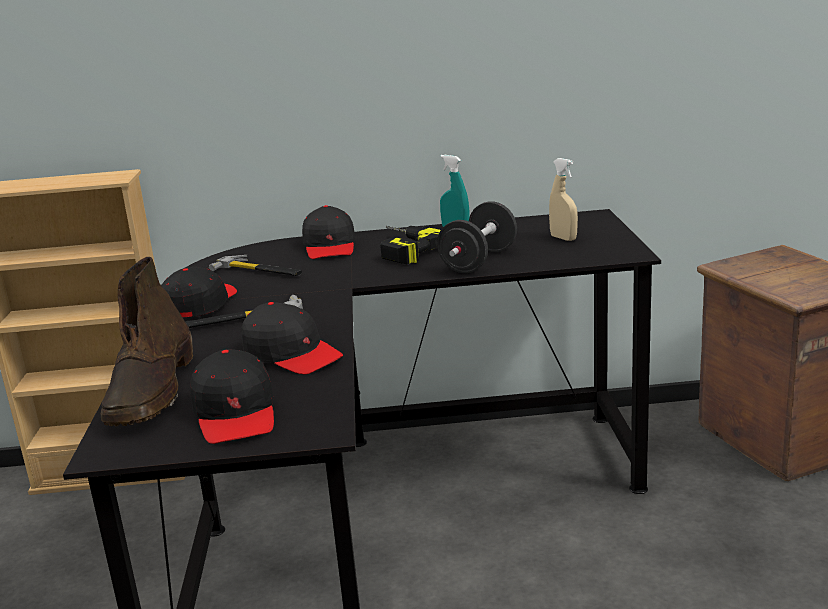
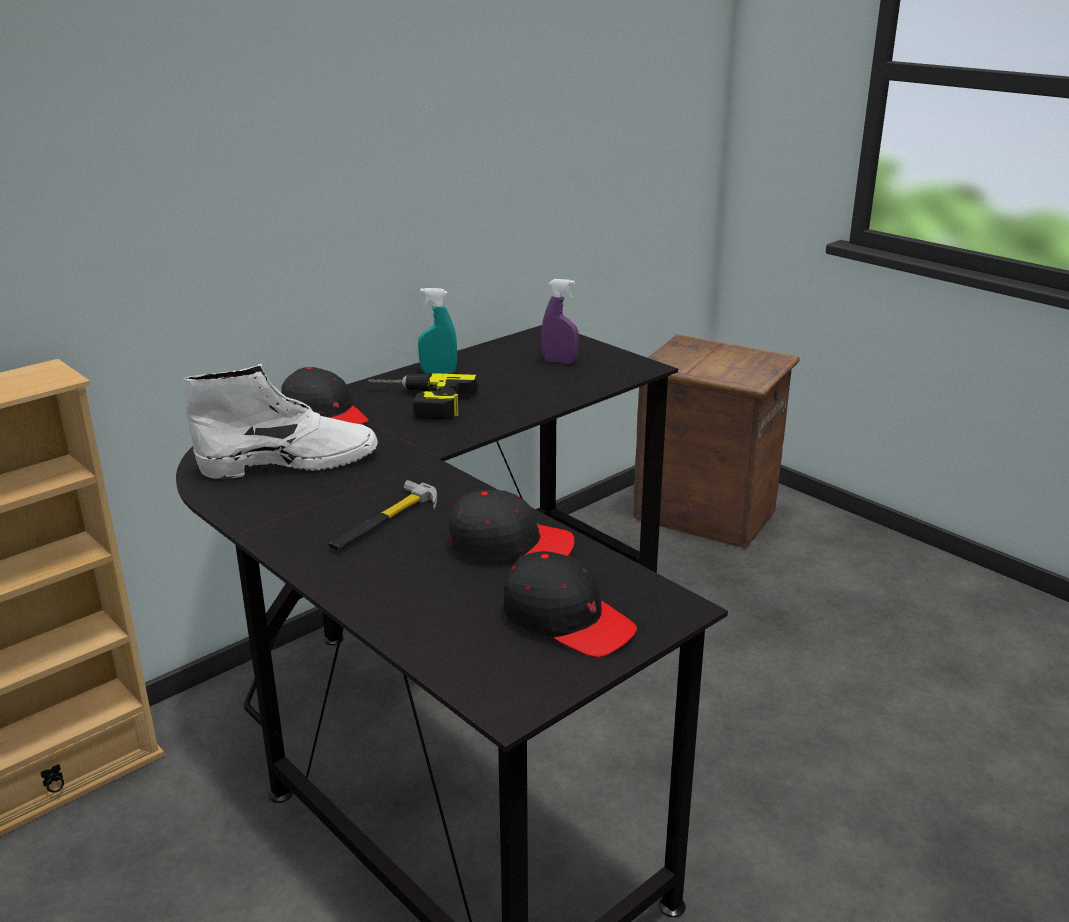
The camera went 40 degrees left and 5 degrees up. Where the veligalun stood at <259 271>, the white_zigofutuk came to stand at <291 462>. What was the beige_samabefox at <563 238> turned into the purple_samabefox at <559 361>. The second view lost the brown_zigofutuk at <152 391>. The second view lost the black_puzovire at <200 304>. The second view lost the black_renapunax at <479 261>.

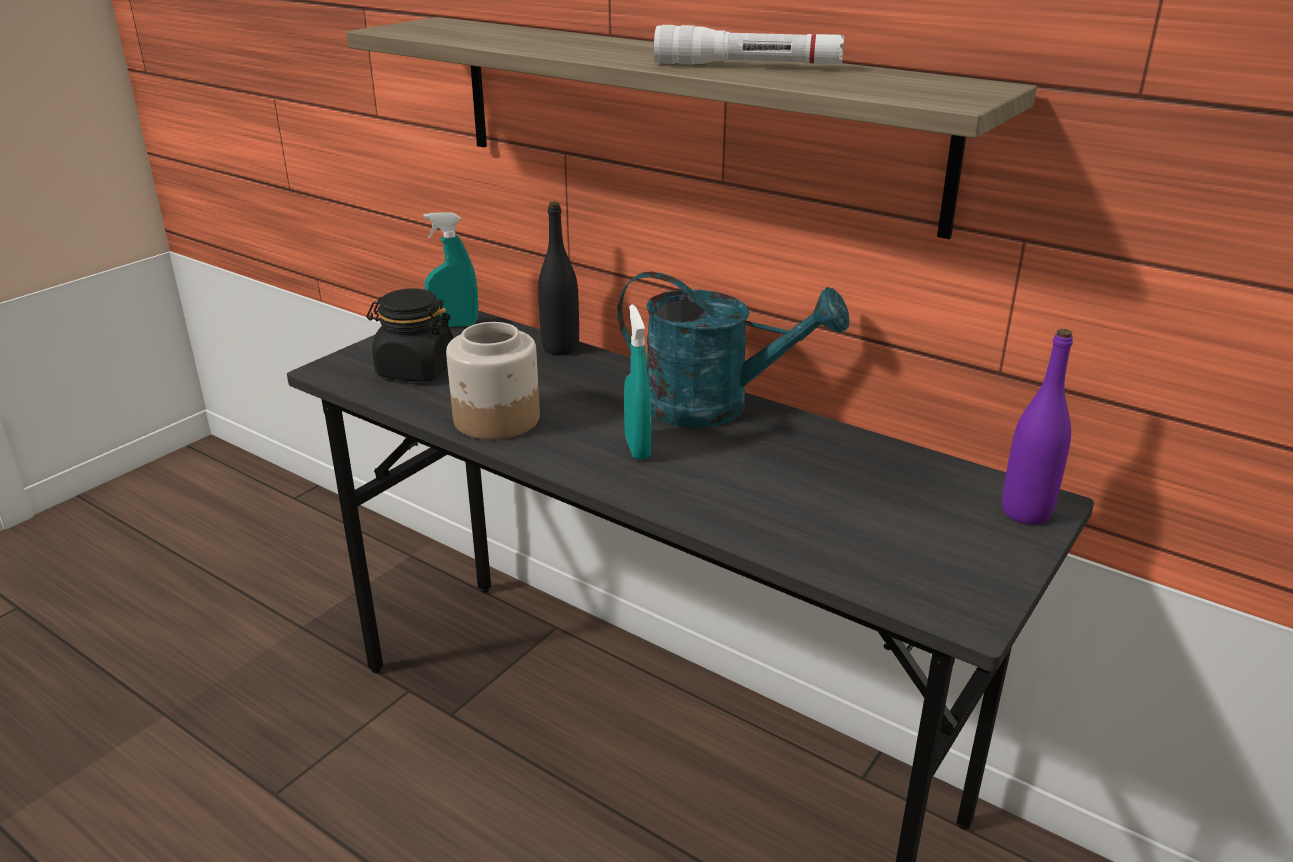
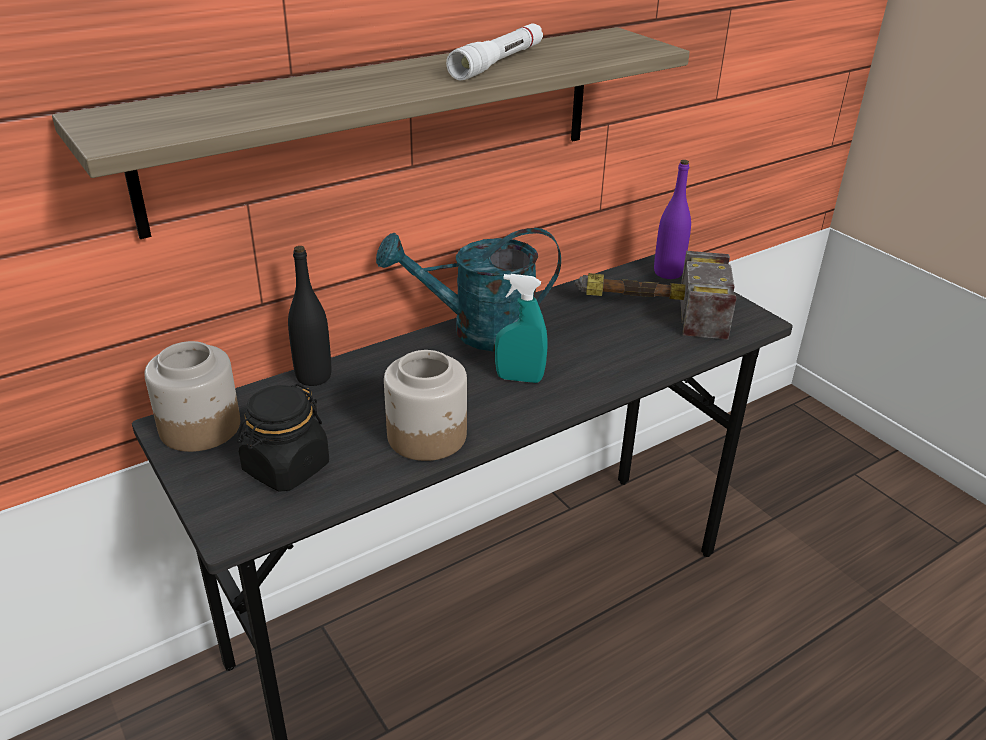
The camera went 70 degrees left and 5 degrees up. Where the turquoise_samabefox stood at <454 325>, the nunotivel came to stand at <199 427>. The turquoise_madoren at <715 407> ended up facing another way, 135 degrees counterclockwise from before. The second view gained the veligalun at <648 308>.

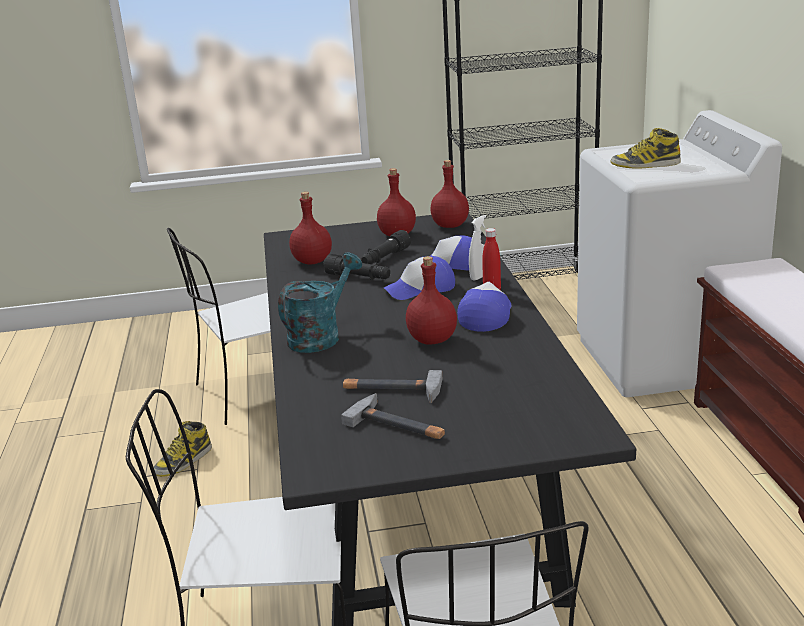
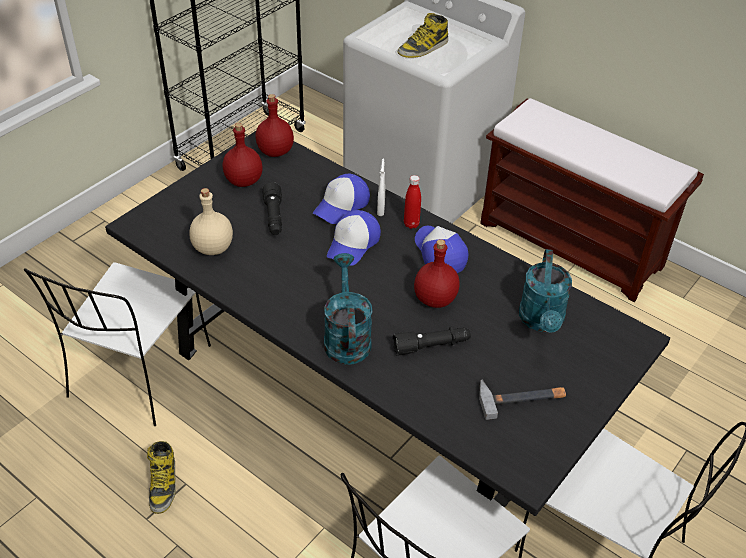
The camera went 45 degrees left and 20 degrees up. What was the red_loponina at <312 261> turned into the beige_loponina at <212 247>. The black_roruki ended up elsewhere, having gone from <358 278> to <431 346>. The second view gained the turquoise_madoren at <542 322>. The second view lost the veligalun at <391 390>.

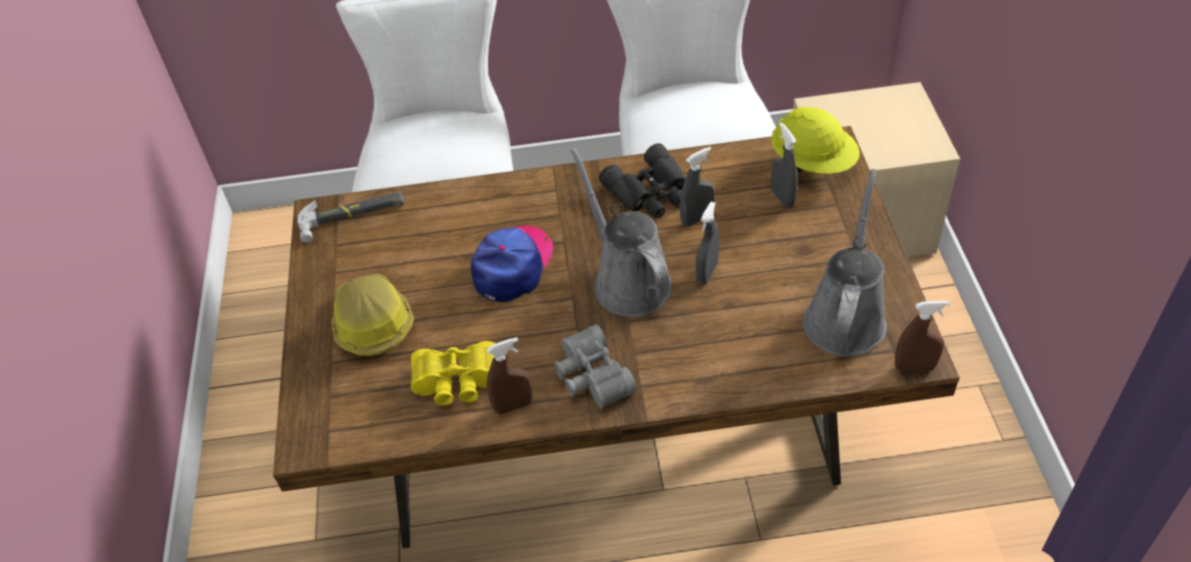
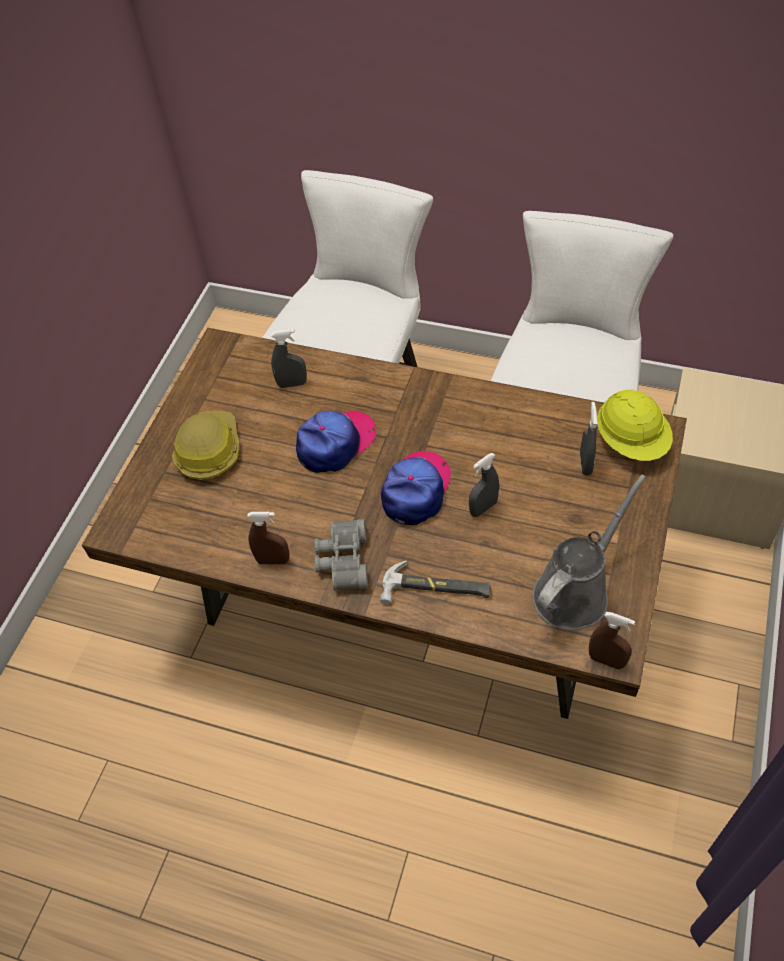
The camera went 25 degrees right and 5 degrees up. The grey_samabefox ended up elsewhere, having gone from <697 219> to <292 384>. The veligalun ended up elsewhere, having gone from <352 215> to <436 589>. Where the grey_madoren stood at <627 280>, the puzovire came to stand at <416 490>. The second view lost the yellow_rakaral at <458 384>. The second view lost the black_rakaral at <651 192>.

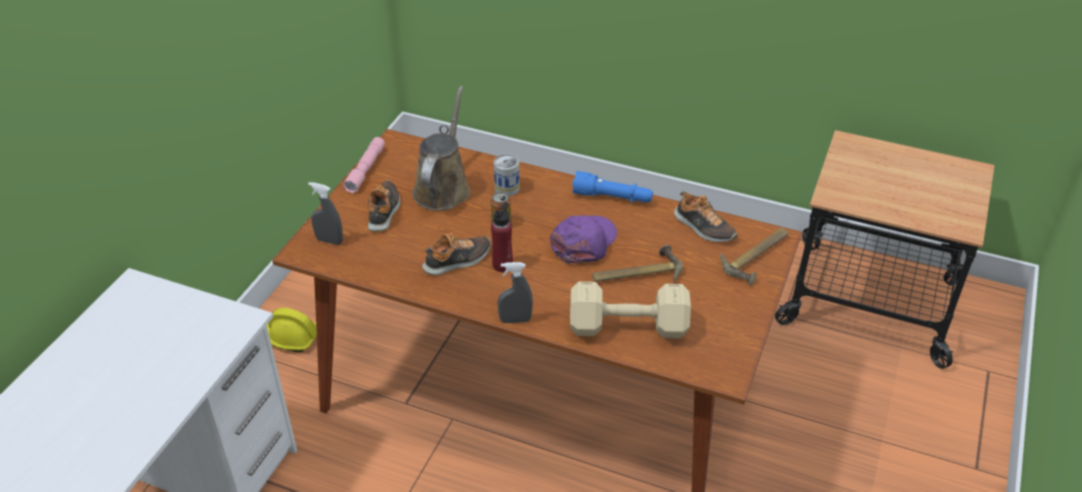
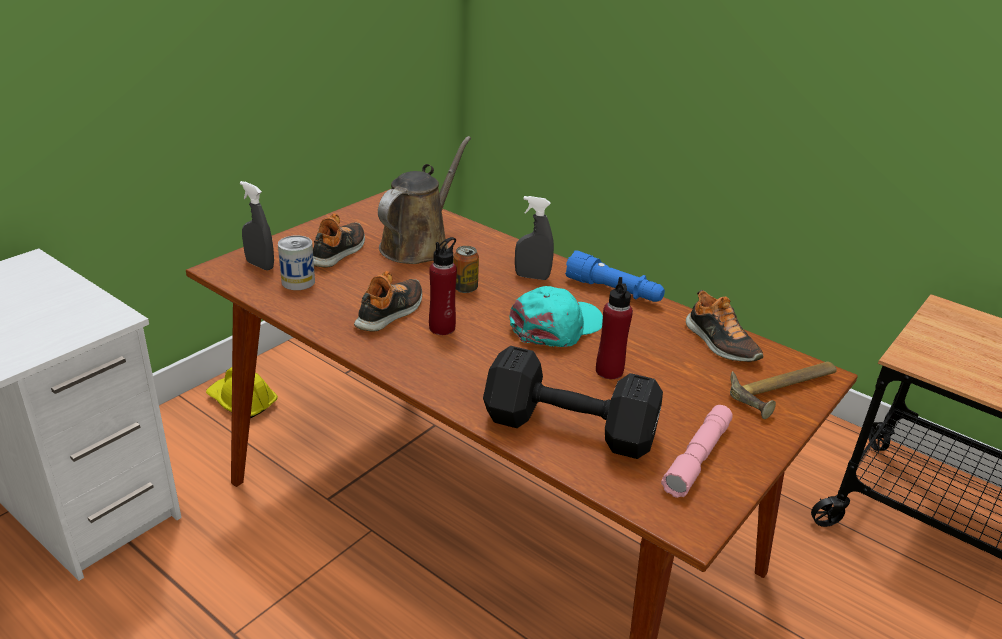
The camera went 15 degrees right and 10 degrees down. The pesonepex ended up elsewhere, having gone from <507 188> to <298 282>. The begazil at <458 261> ended up facing another way, 45 degrees counterclockwise from before. What was the beige_renapunax at <630 327> turned into the black_renapunax at <572 430>. What was the purple_puzovire at <584 242> turned into the turquoise_puzovire at <556 326>. The grey_samabefox ended up elsewhere, having gone from <515 320> to <532 277>. Where the veligalun stood at <636 272>, the red_loponina came to stand at <609 371>. The pink_roruki ended up elsewhere, having gone from <365 170> to <697 458>.

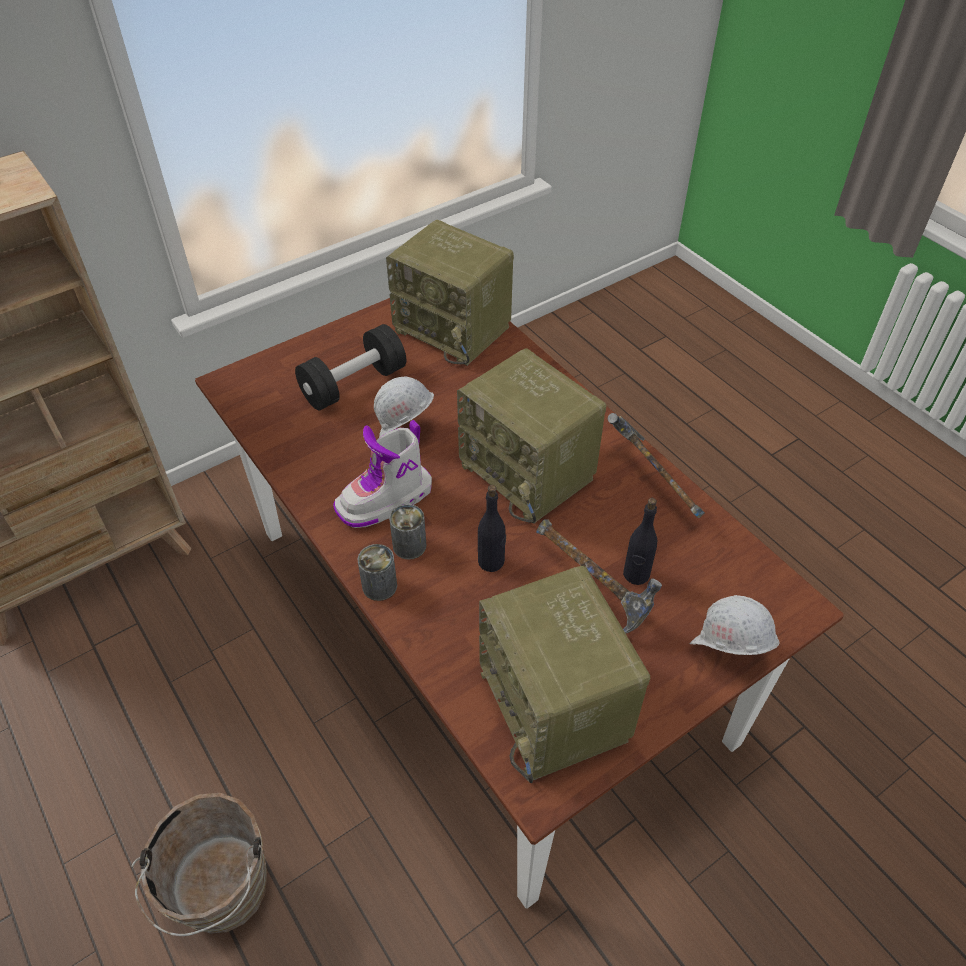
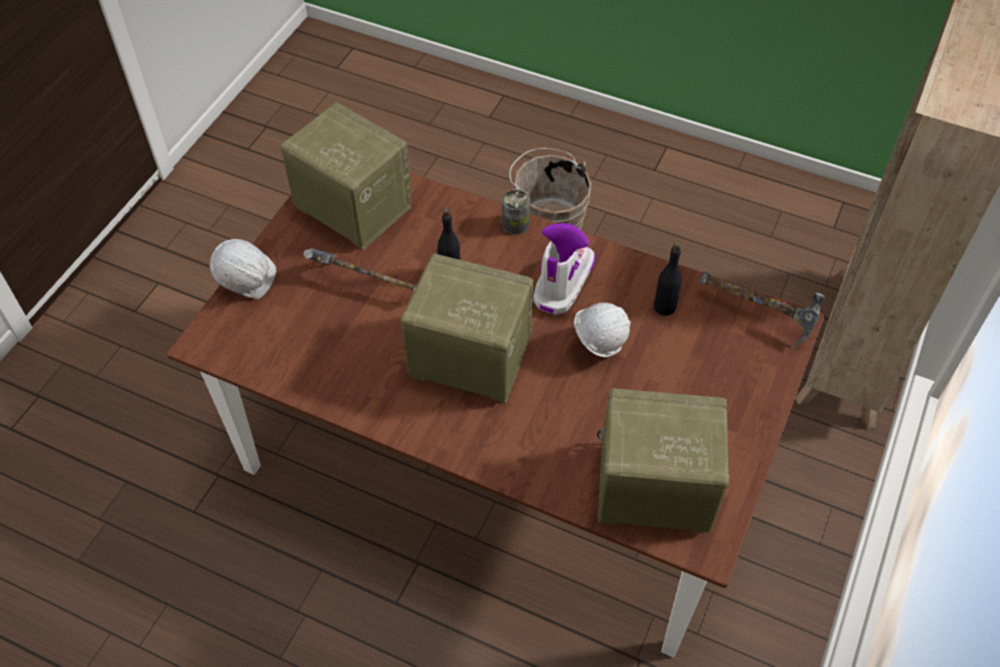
The camera went 150 degrees right and 5 degrees up. The black_loponina ended up elsewhere, having gone from <636 574> to <664 307>. The veligalun ended up elsewhere, having gone from <651 483> to <756 316>. The second view lost the black_renapunax at <354 384>. The second view lost the pesonepex at <409 545>.

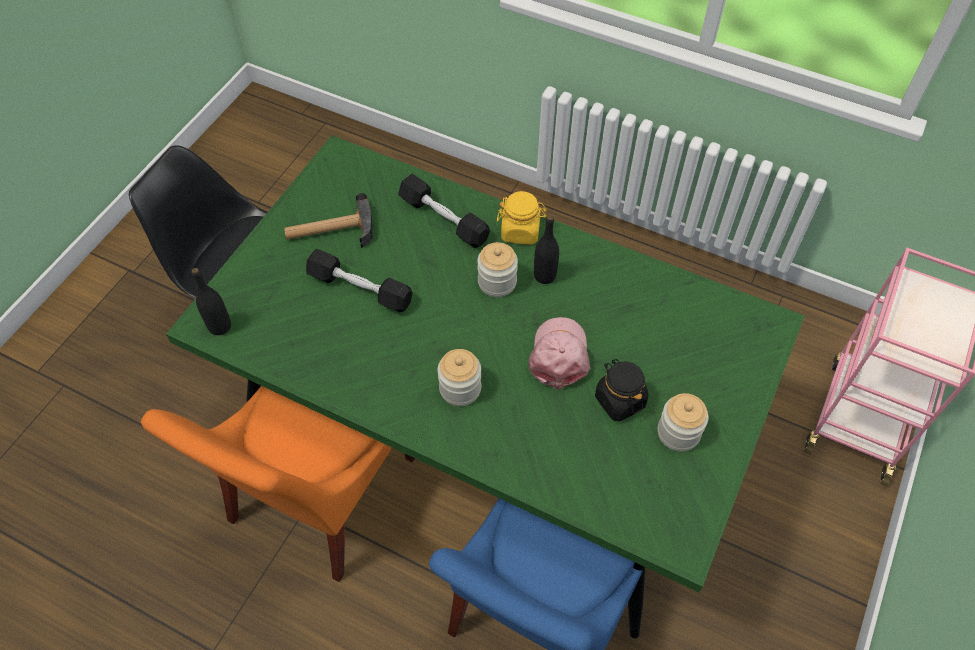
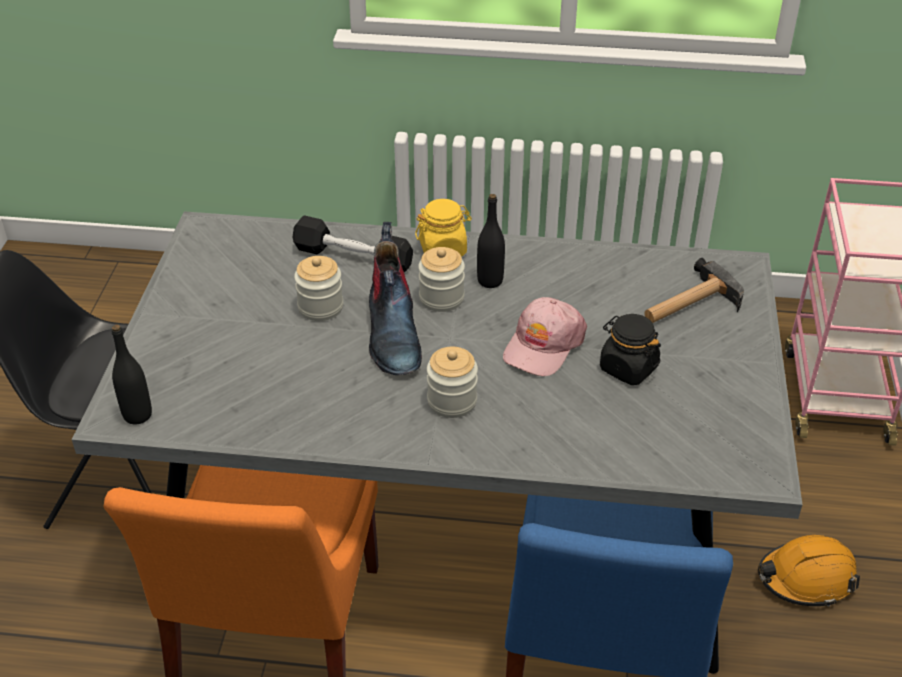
The camera went 20 degrees left and 15 degrees down. What was the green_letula at <489 431> turned into the grey_letula at <453 516>. The nunotivel ended up elsewhere, having gone from <678 433> to <320 307>. The second view gained the zigofutuk at <393 334>. The pink_puzovire at <559 355> ended up facing another way, 135 degrees counterclockwise from before. The veligalun ended up elsewhere, having gone from <330 230> to <688 305>. The second view gained the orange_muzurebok at <806 578>. The second view lost the black_renapunax at <360 289>.

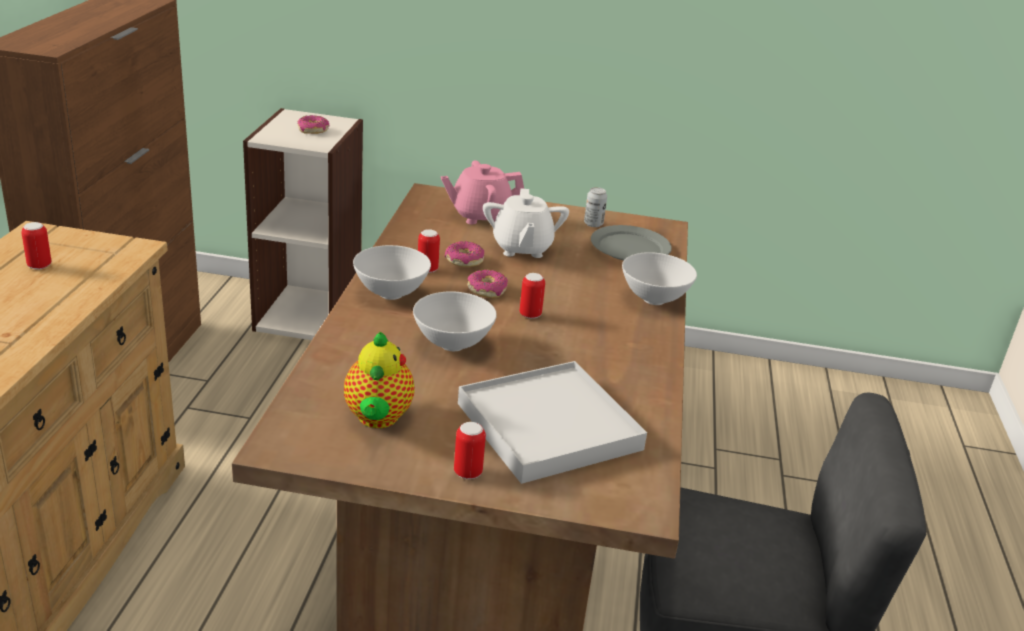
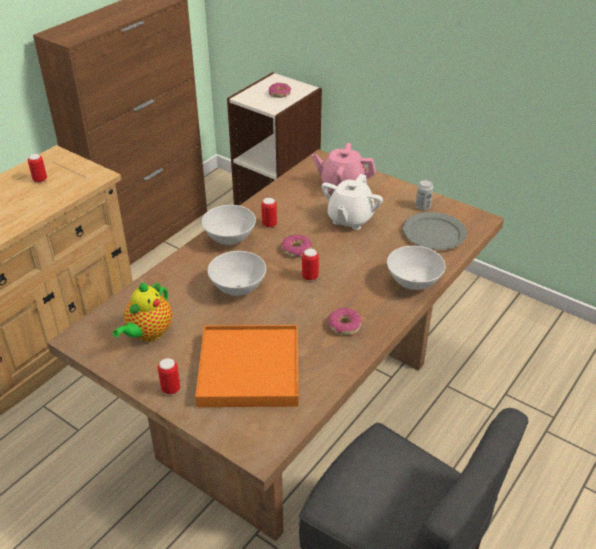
The camera went 30 degrees right and 10 degrees up. What was the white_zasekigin at <549 426> turned into the orange_zasekigin at <249 369>. The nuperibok ended up elsewhere, having gone from <464 261> to <344 326>.

